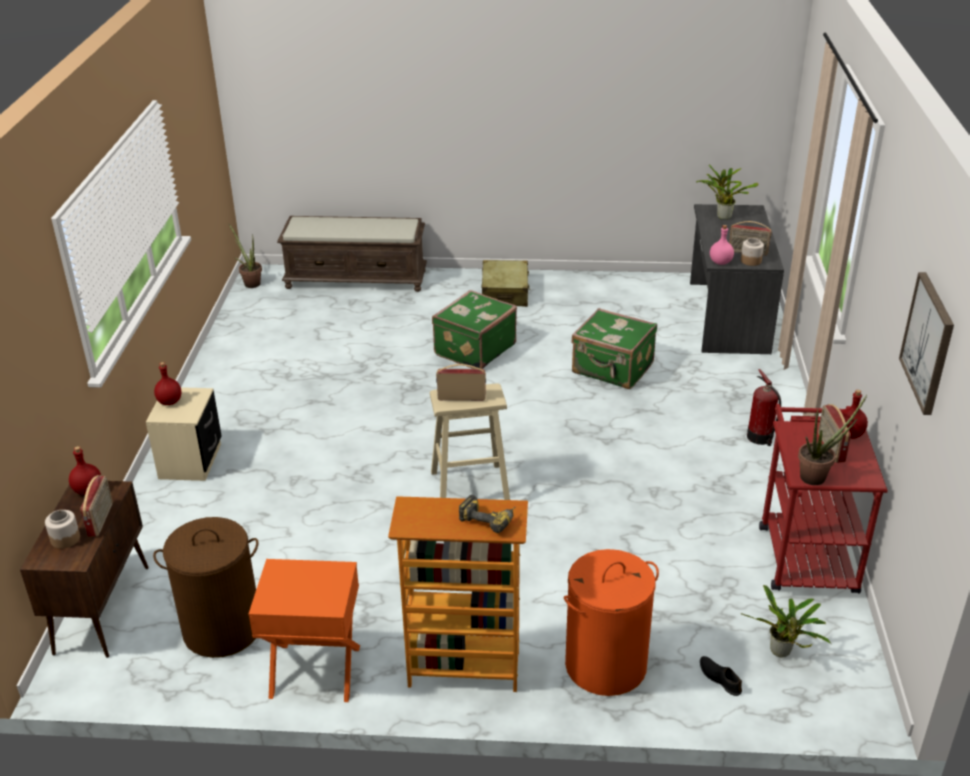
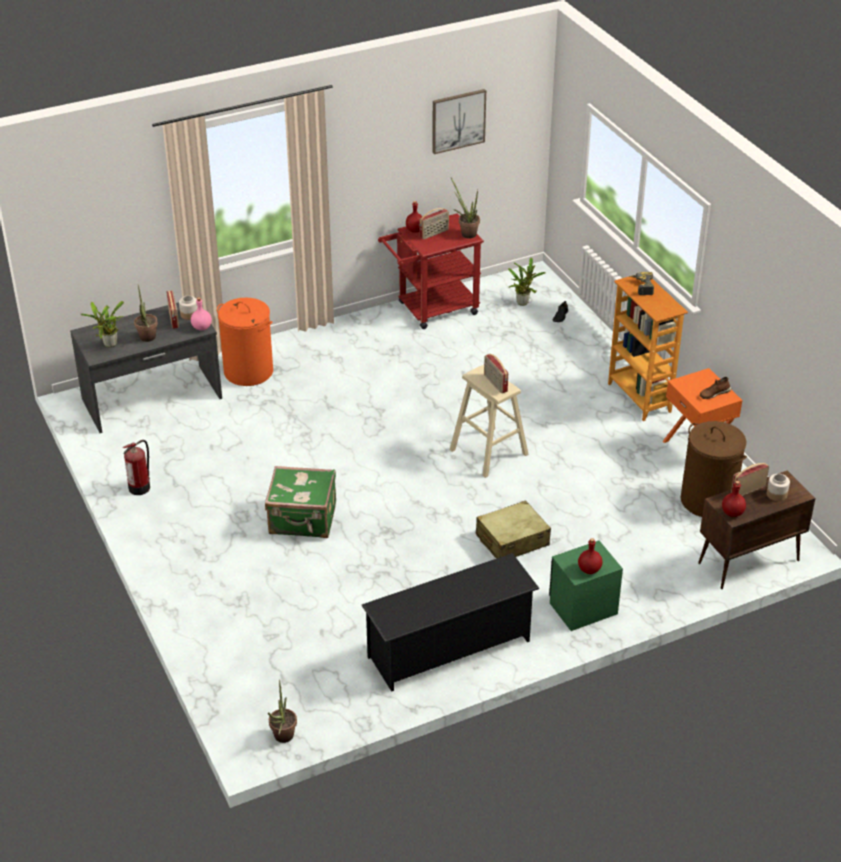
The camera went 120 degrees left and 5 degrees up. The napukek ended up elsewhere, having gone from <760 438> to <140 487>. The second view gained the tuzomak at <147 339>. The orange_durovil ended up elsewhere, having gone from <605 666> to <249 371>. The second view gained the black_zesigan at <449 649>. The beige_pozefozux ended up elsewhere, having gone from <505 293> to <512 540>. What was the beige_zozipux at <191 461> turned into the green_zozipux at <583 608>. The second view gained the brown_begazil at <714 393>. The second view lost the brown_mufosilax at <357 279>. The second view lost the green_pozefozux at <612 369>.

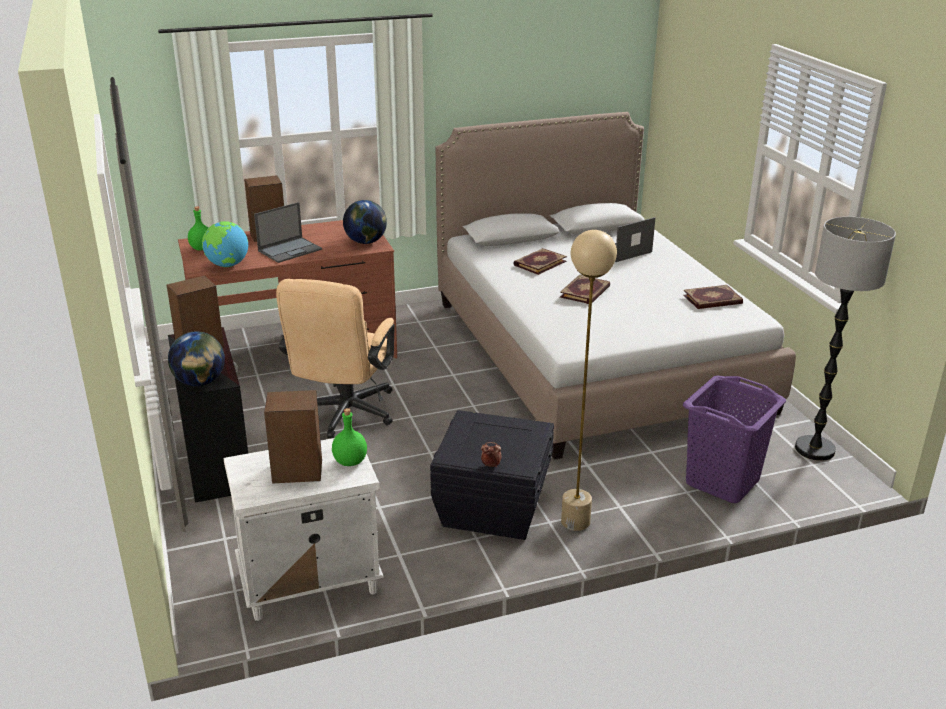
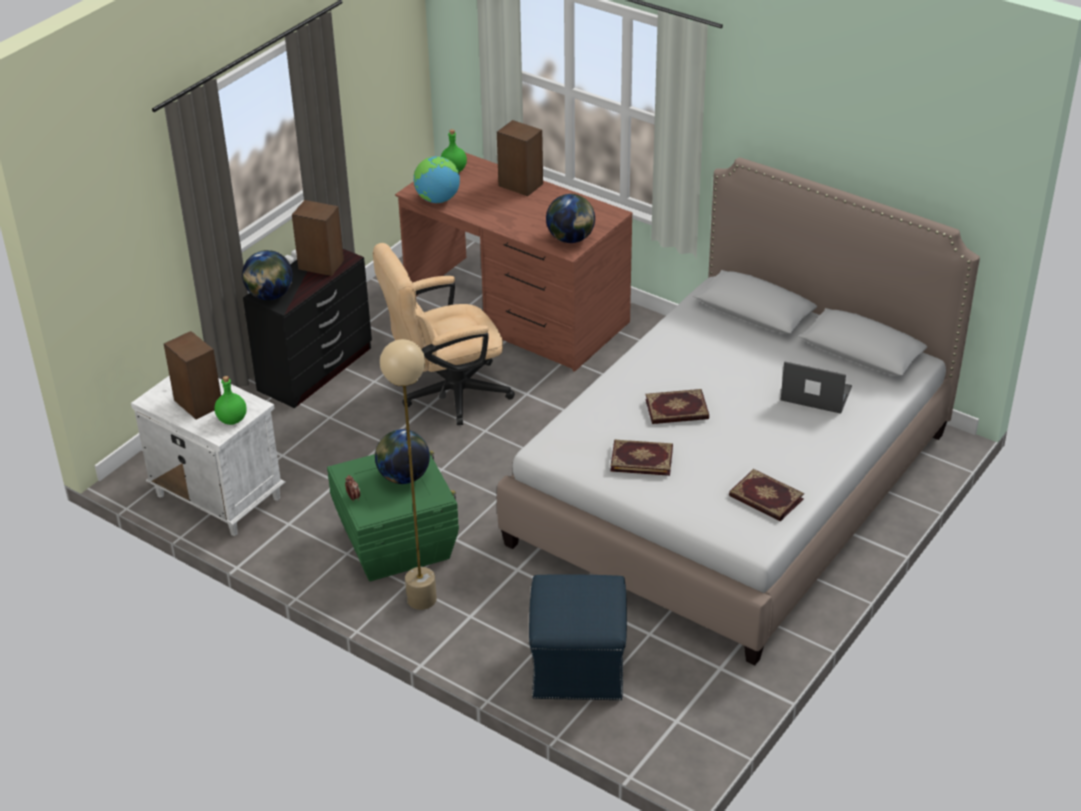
The camera went 55 degrees right and 10 degrees up. What was the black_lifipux at <492 507> turned into the green_lifipux at <397 542>. The second view gained the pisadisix at <403 477>. Where the purple_durovil stood at <723 481>, the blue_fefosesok came to stand at <578 668>. The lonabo ended up elsewhere, having gone from <539 263> to <641 459>. The second view lost the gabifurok at <290 250>. The second view lost the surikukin at <815 449>.

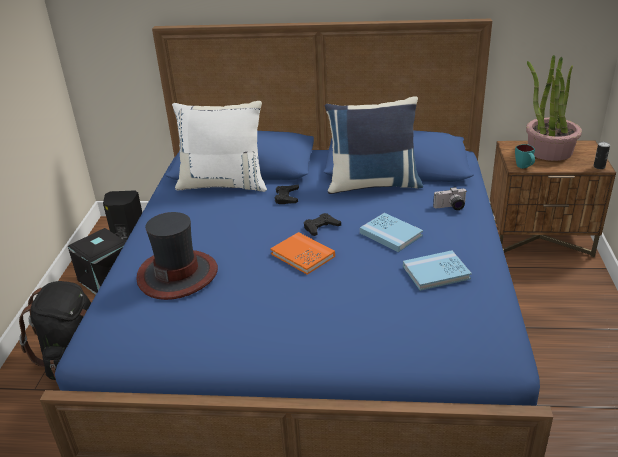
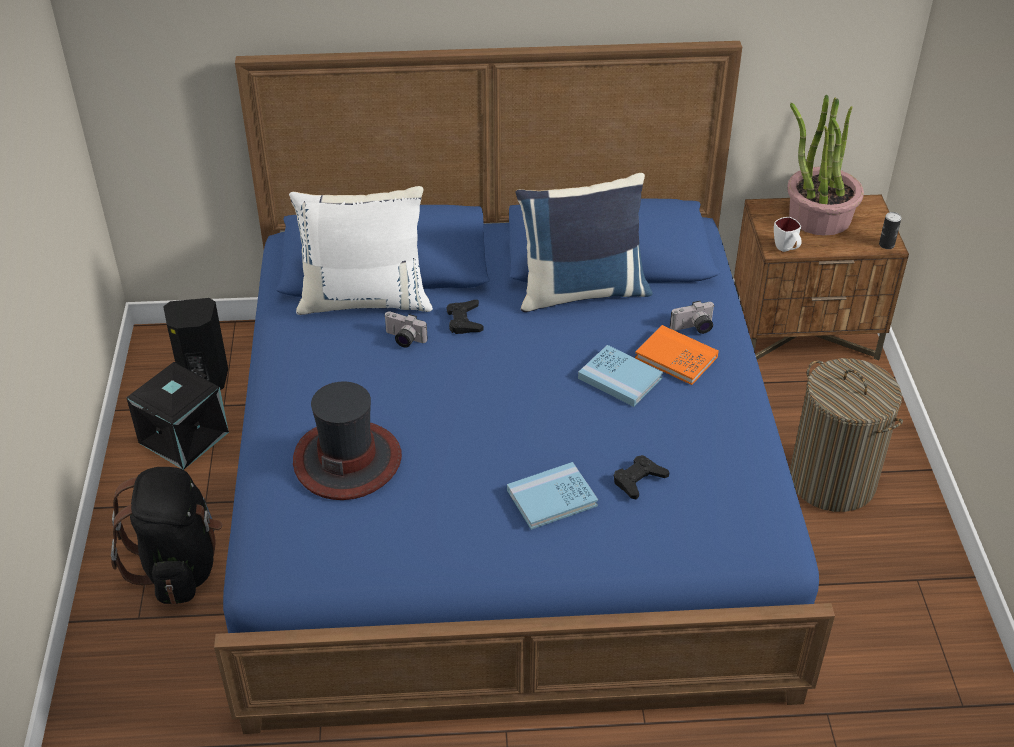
The camera went 10 degrees left and 10 degrees up. The second view gained the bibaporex at <403 339>. The blue_lonabo ended up elsewhere, having gone from <436 272> to <552 498>. The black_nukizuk ended up elsewhere, having gone from <321 227> to <638 480>. The orange_lonabo ended up elsewhere, having gone from <302 255> to <676 357>. What was the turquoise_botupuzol at <524 167> turned into the white_botupuzol at <786 249>. The second view gained the durovil at <832 481>.

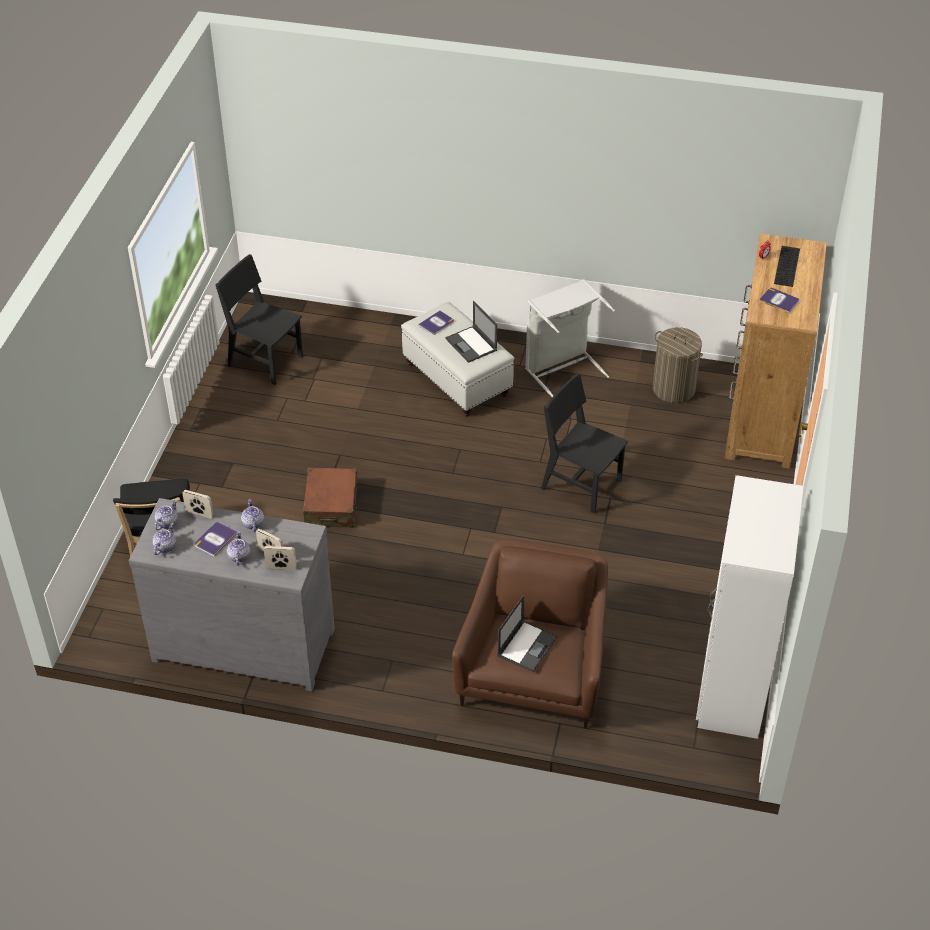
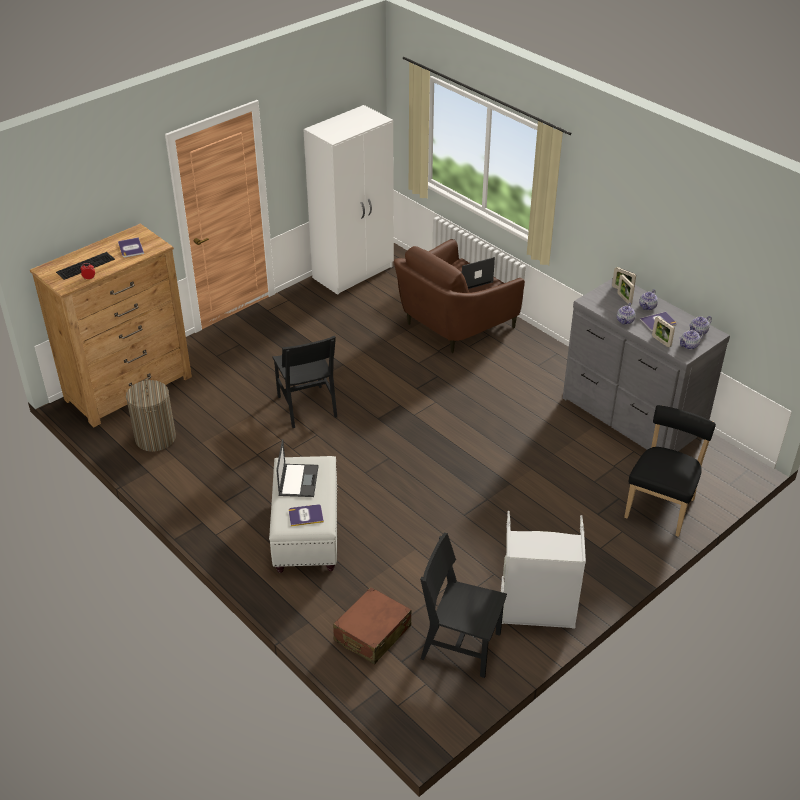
The camera went 145 degrees left and 5 degrees down. The brown_pozefozux ended up elsewhere, having gone from <331 506> to <372 633>. The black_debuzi at <265 360> ended up facing another way, 135 degrees clockwise from before. The grey_durovil ended up elsewhere, having gone from <562 368> to <537 610>.

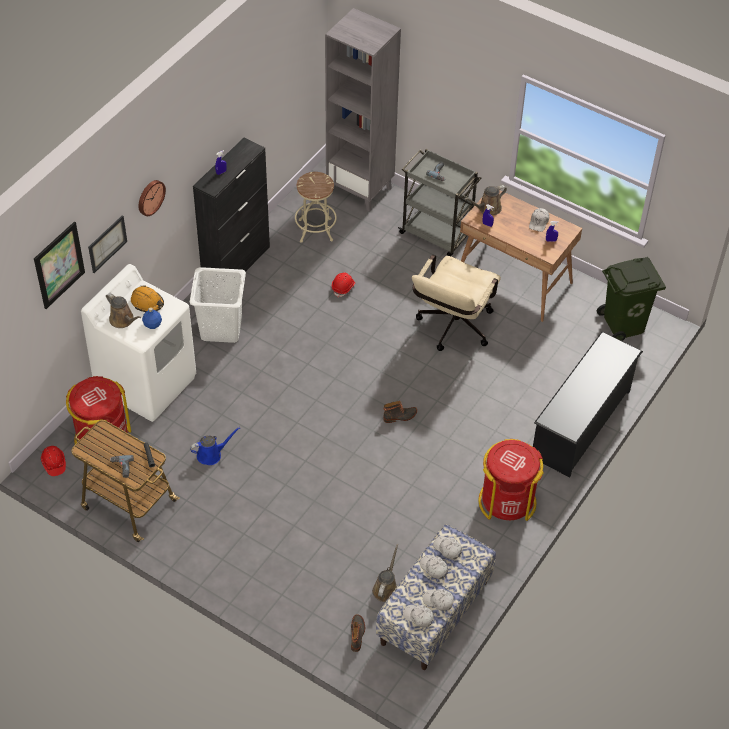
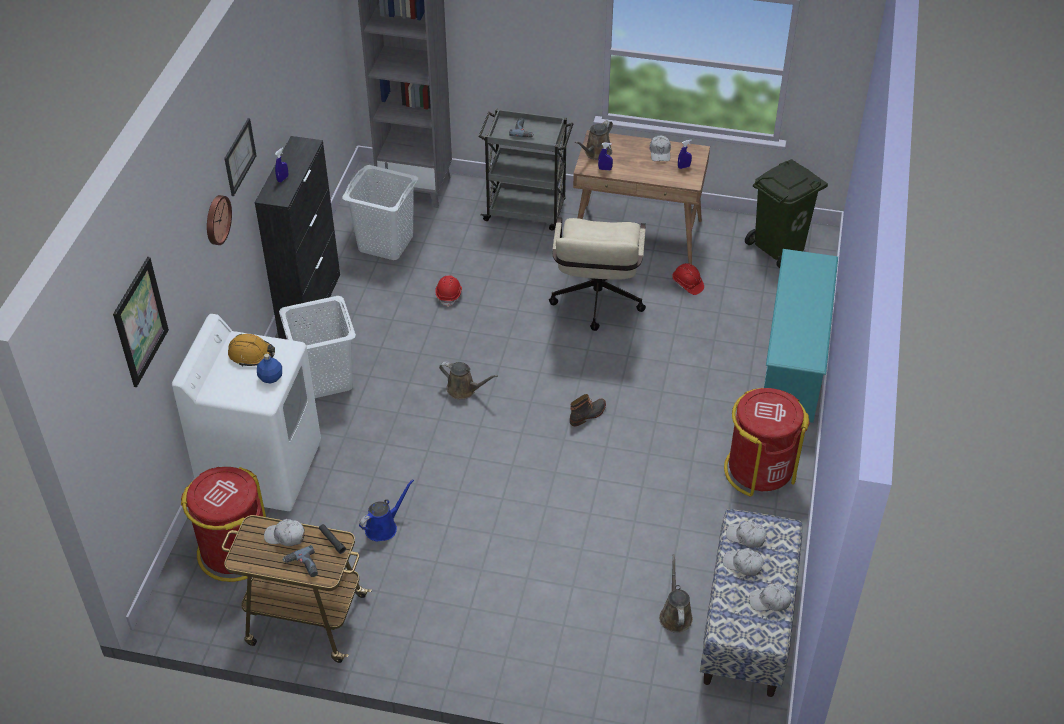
The camera went 20 degrees left and 5 degrees down. The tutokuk ended up elsewhere, having gone from <107 243> to <239 156>. The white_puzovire ended up elsewhere, having gone from <418 617> to <285 536>. Where the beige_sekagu stood at <315 230>, the white_durovil came to stand at <385 243>. The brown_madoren ended up elsewhere, having gone from <123 320> to <464 389>. The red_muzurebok ended up elsewhere, having gone from <54 464> to <687 284>. What was the black_zesigan at <581 424> turned into the turquoise_zesigan at <793 362>. The second view lost the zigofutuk at <357 634>.

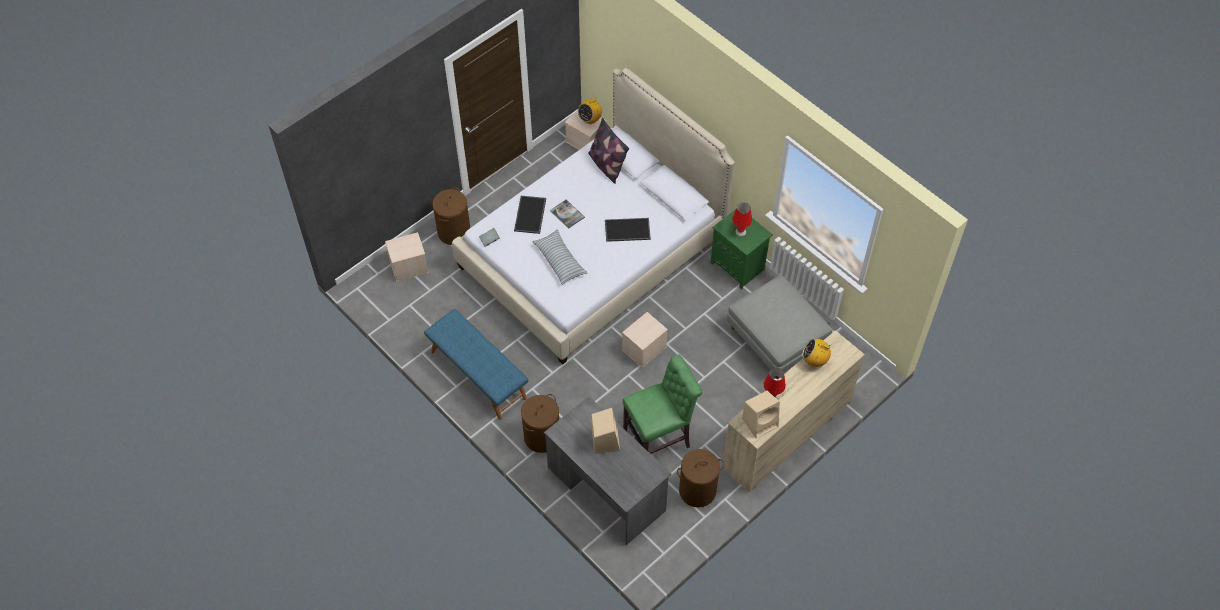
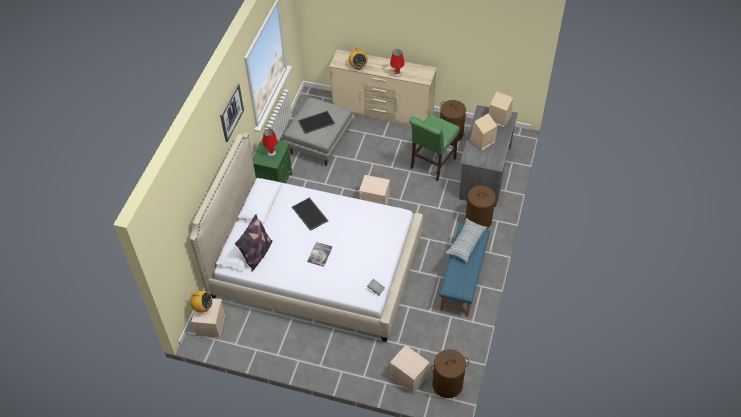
The camera went 120 degrees left and 5 degrees down. The second view gained the tutokuk at <231 112>. The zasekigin ended up elsewhere, having gone from <530 215> to <316 122>. The green_debuzi at <660 438> ended up facing another way, 90 degrees counterclockwise from before. The brown_durovil ended up elsewhere, having gone from <454 232> to <447 384>. The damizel ended up elsewhere, having gone from <560 261> to <466 243>. The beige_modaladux ended up elsewhere, having gone from <760 422> to <498 118>.

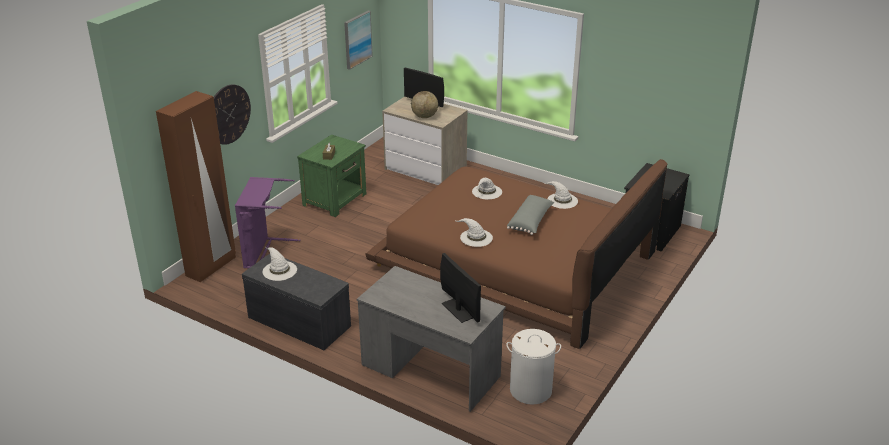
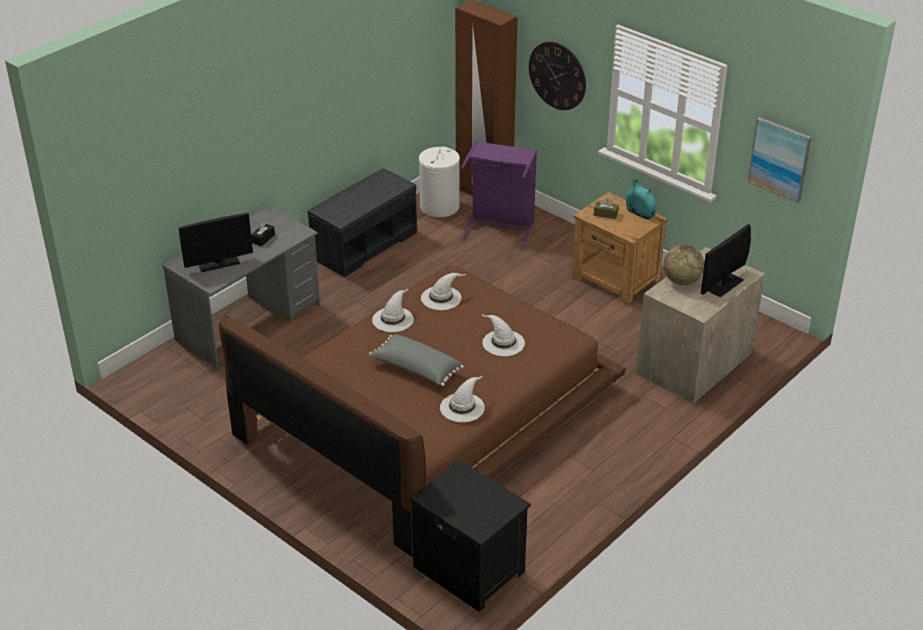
The camera went 100 degrees right and 5 degrees up. The second view gained the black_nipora at <263 238>. The white_durovil ended up elsewhere, having gone from <530 390> to <439 206>. The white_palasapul ended up elsewhere, having gone from <279 270> to <441 297>. What was the green_zozipux at <335 199> turned into the brown_zozipux at <616 279>. The second view gained the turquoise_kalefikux at <640 213>.

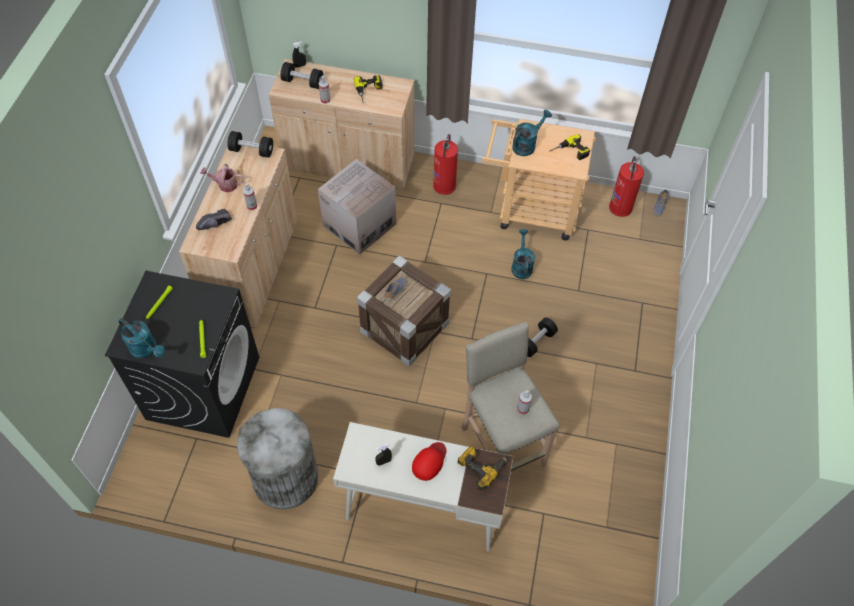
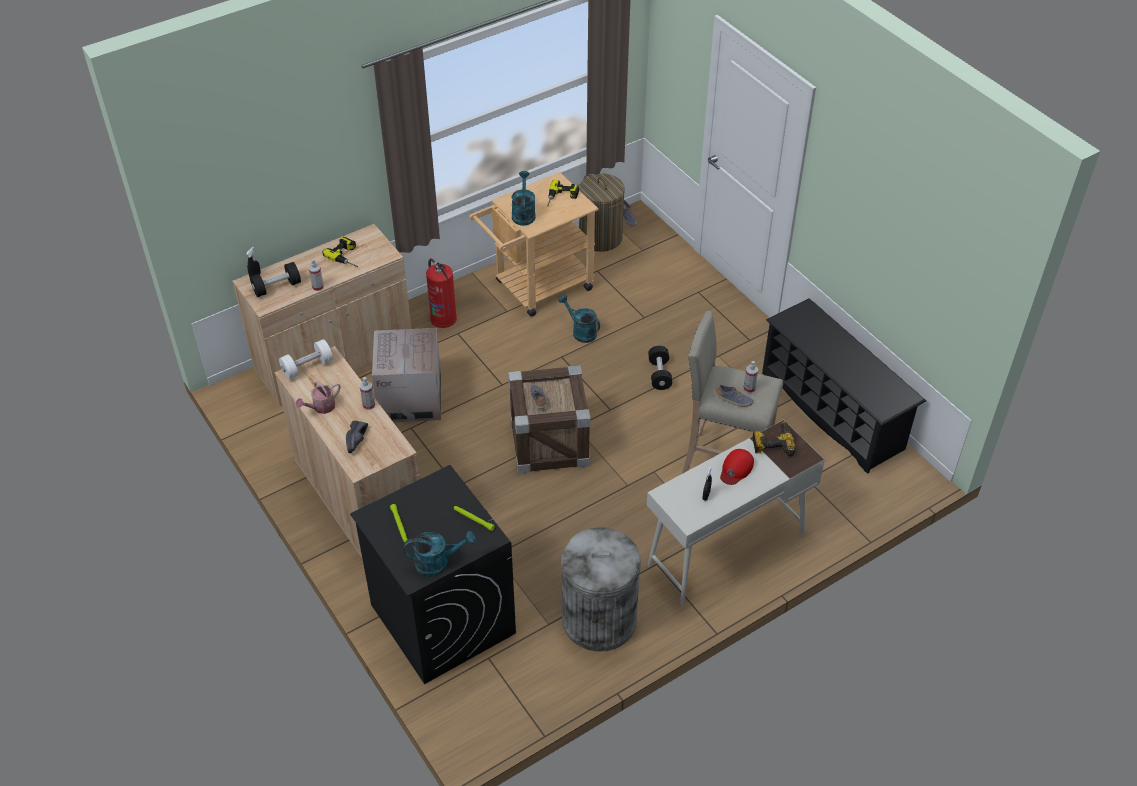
The camera went 45 degrees left and 10 degrees down. What was the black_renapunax at <251 151> turned into the white_renapunax at <307 367>. Where the napukek stood at <620 207>, the durovil came to stand at <600 238>. The second view gained the begazil at <733 400>. The red_puzovire at <429 461> ended up facing another way, 135 degrees counterclockwise from before. The second view gained the black_zesigan at <832 411>.

